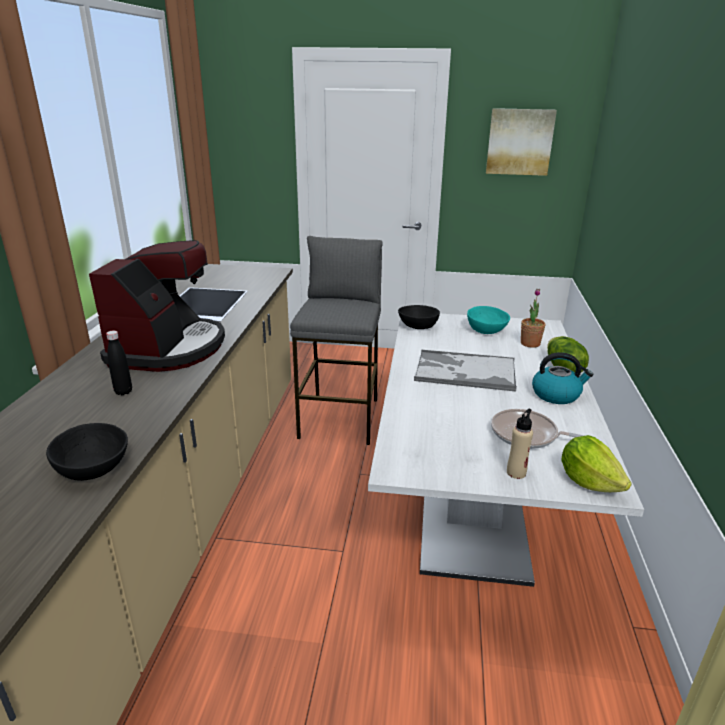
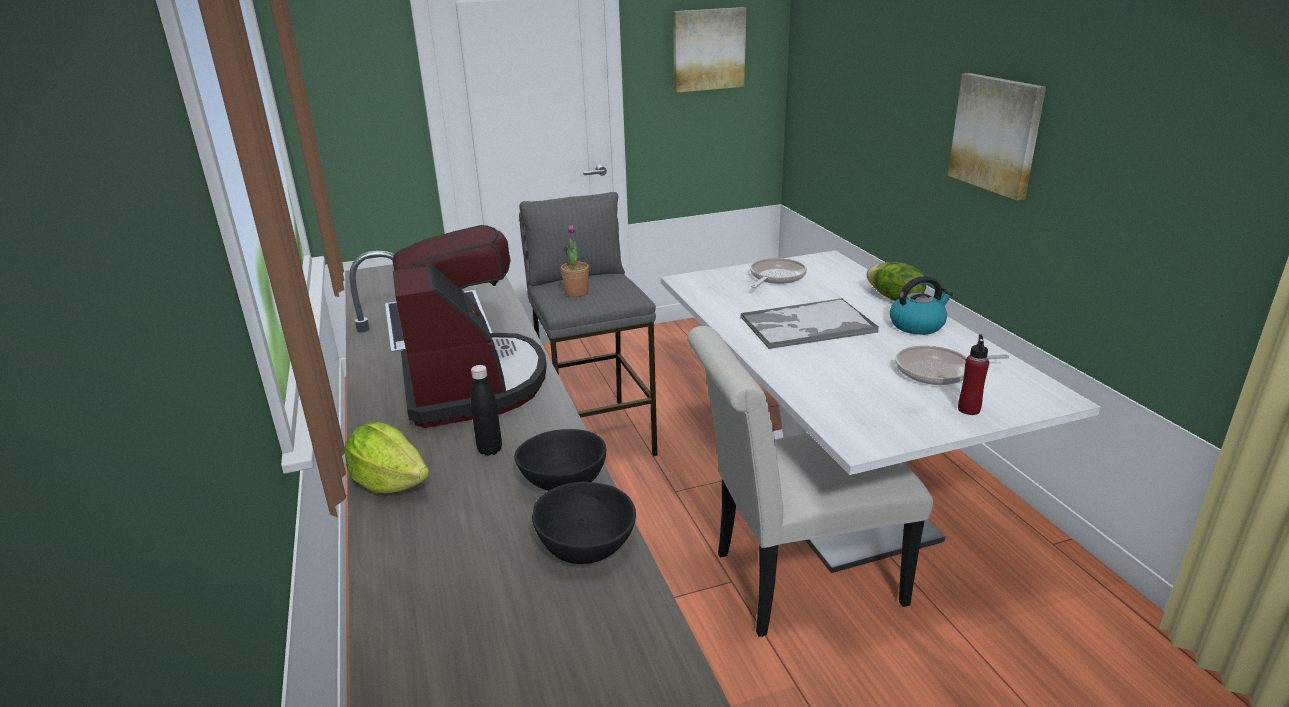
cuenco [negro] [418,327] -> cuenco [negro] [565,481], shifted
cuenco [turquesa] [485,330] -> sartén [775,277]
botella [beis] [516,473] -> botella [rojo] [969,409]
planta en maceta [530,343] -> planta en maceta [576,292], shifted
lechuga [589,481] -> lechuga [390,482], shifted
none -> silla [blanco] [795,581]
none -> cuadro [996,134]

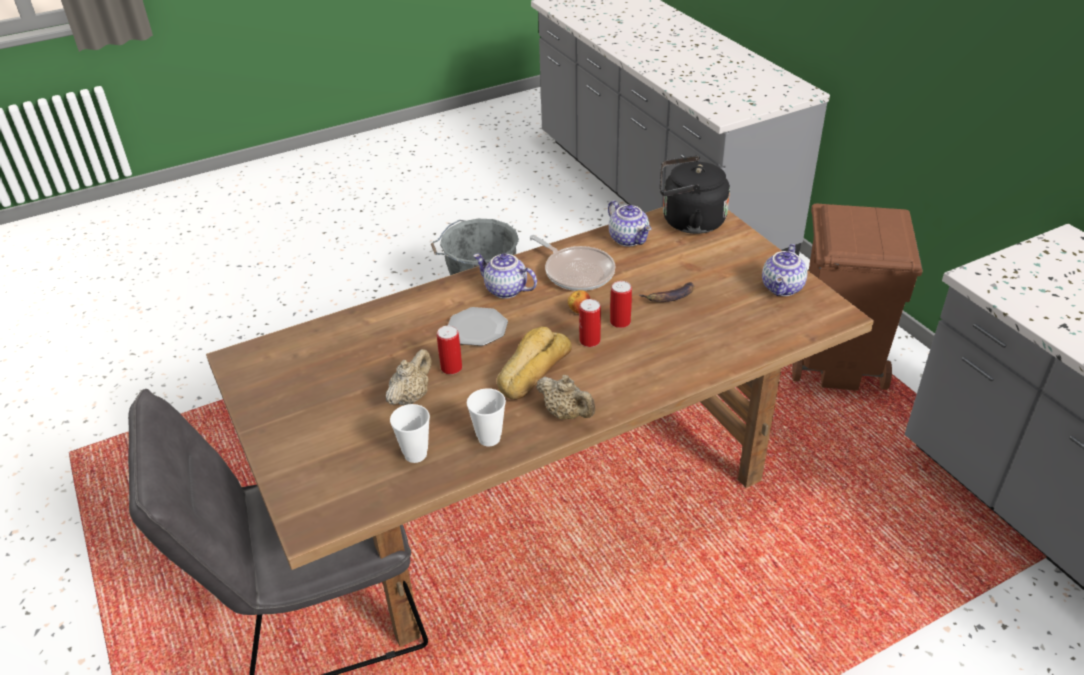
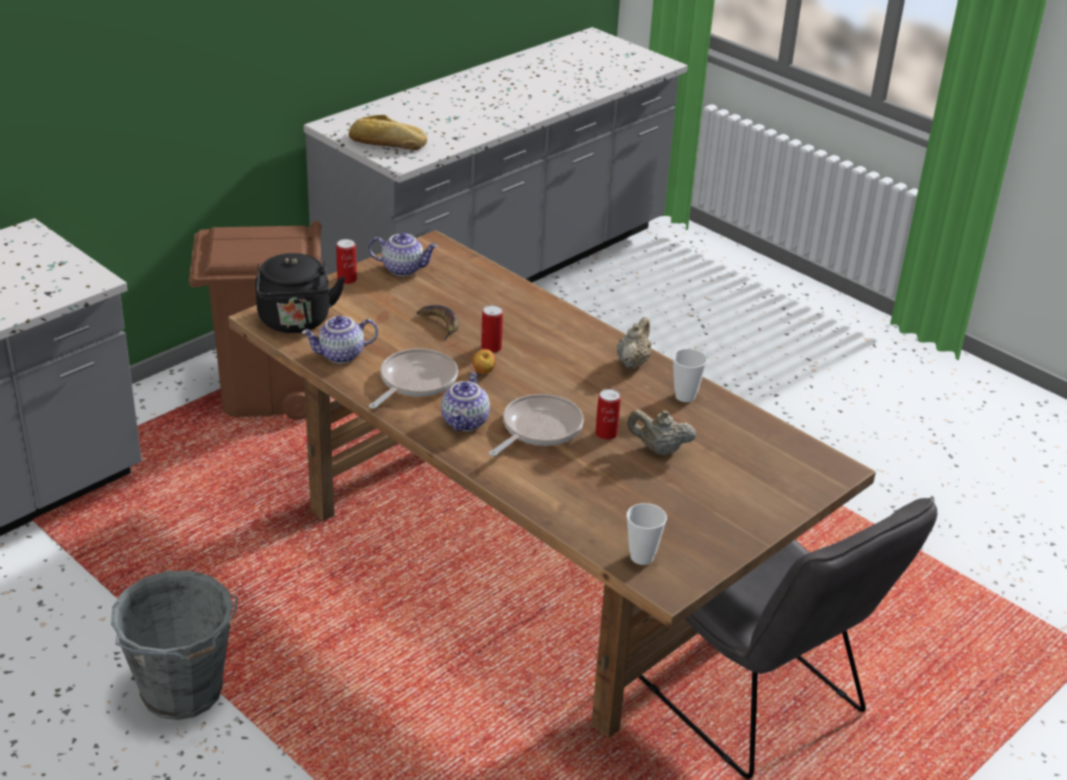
taza [415,454] -> taza [642,557], shifted
plato [477,328] -> sartén [538,429]
pan [532,370] -> pan [387,142], shifted
lata [589,340] -> lata [347,280], shifted
tetera [629,239] -> tetera [341,356], 150 degrees counterclockwise

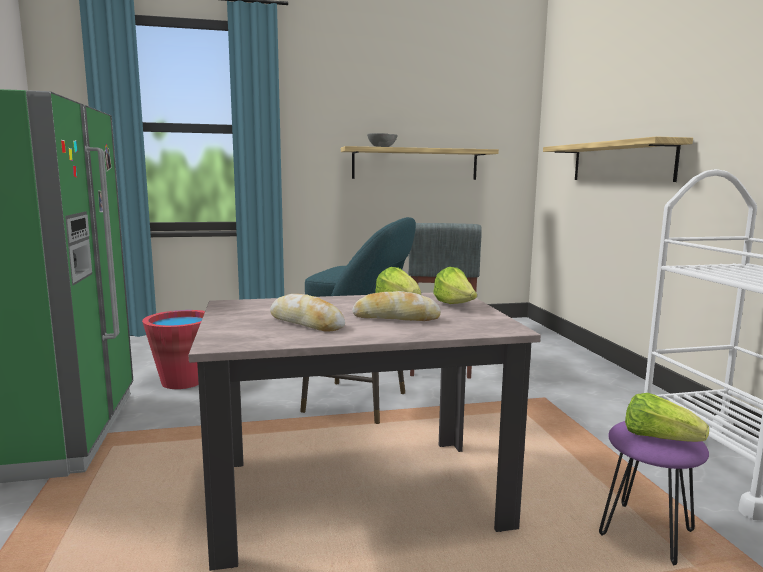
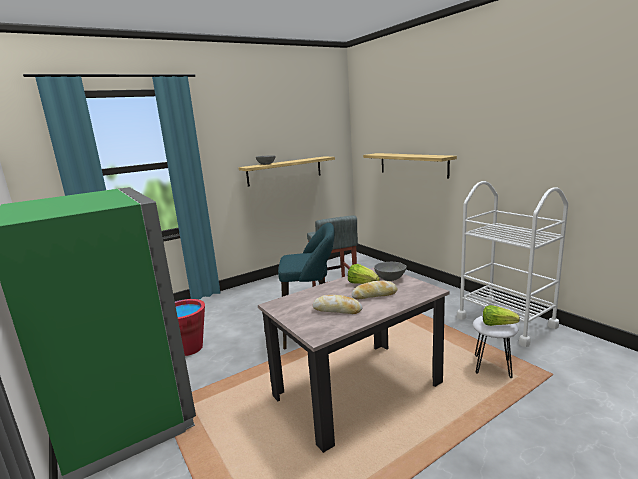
lechuga [455,306] -> cuenco [gris] [390,278]
taburete [morado] [645,535] -> taburete [blanco] [492,368]

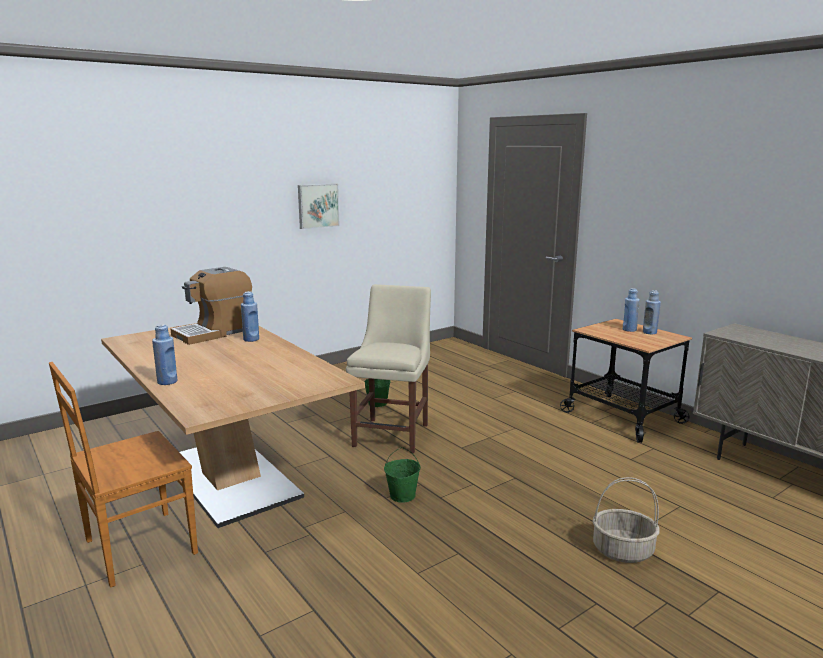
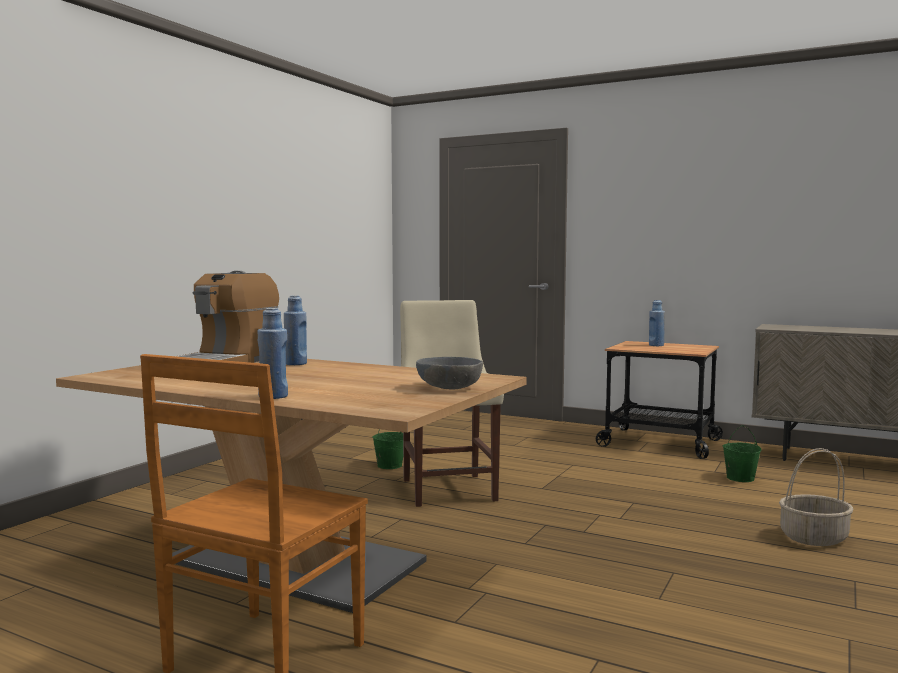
cuadro [317,205] -> none
cubo [verde] [403,495] -> cubo [verde] [740,478], shifted
botella [azul] [649,332] -> none
none -> cuenco [gris] [450,387]

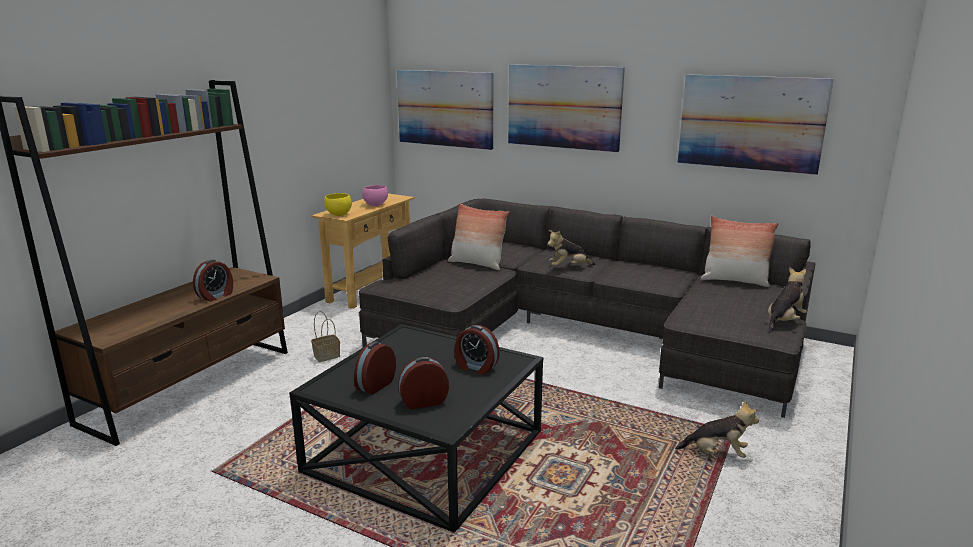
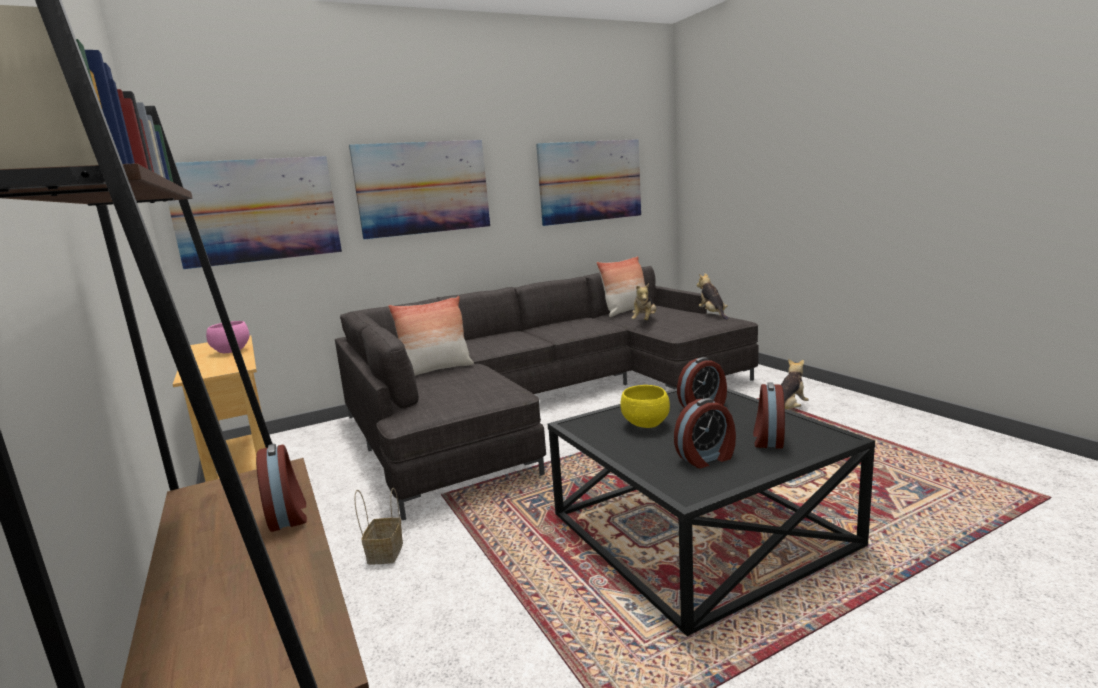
cuenco [amarillo] [339,214] -> cuenco [amarillo] [647,425], shifted
despertador [374,385] -> despertador [706,458], 90 degrees counterclockwise
peluche [569,267] -> peluche [645,321], shifted

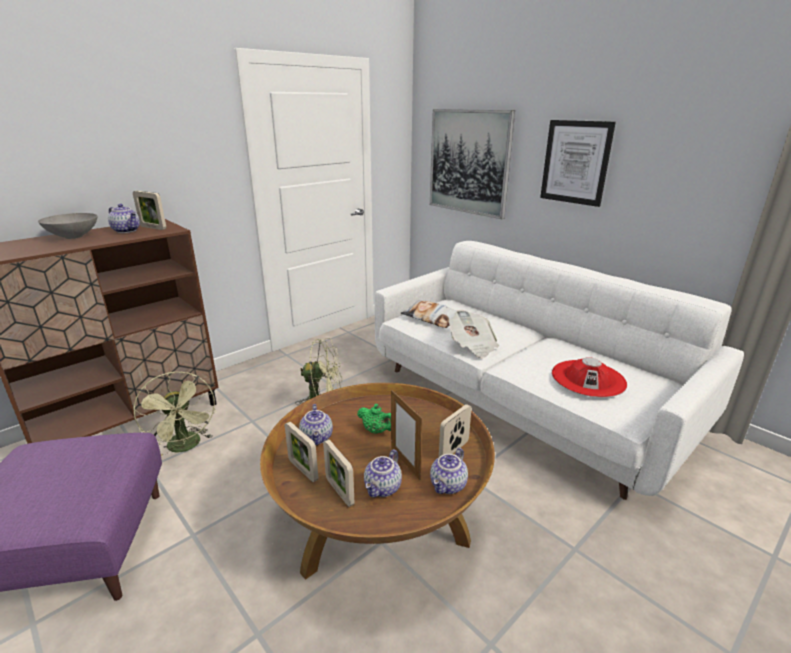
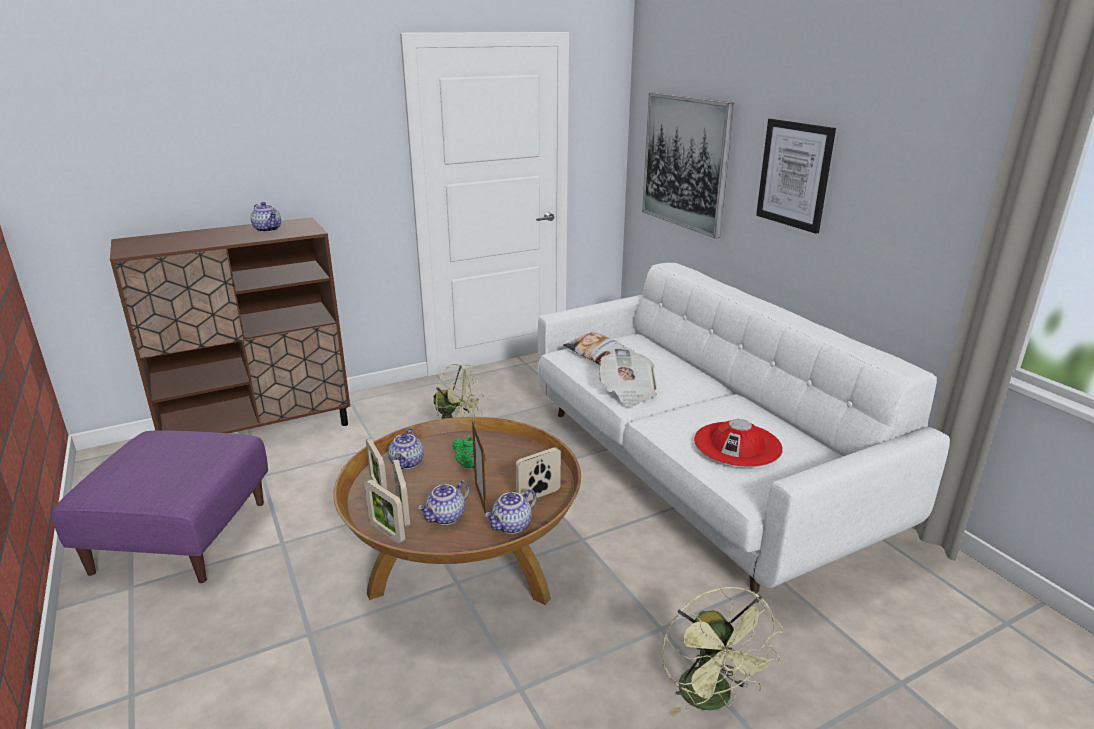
cuenco [gris] [73,237] -> none
portarretratos [153,228] -> portarretratos [387,532], shifted
ventilador [verde] [186,446] -> ventilador [verde] [712,699], shifted

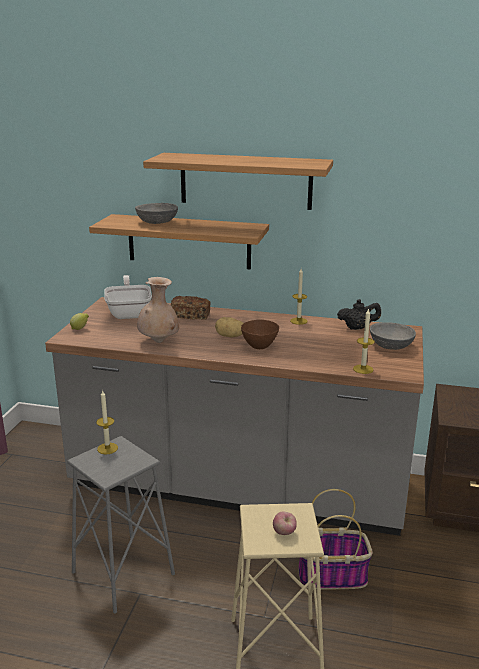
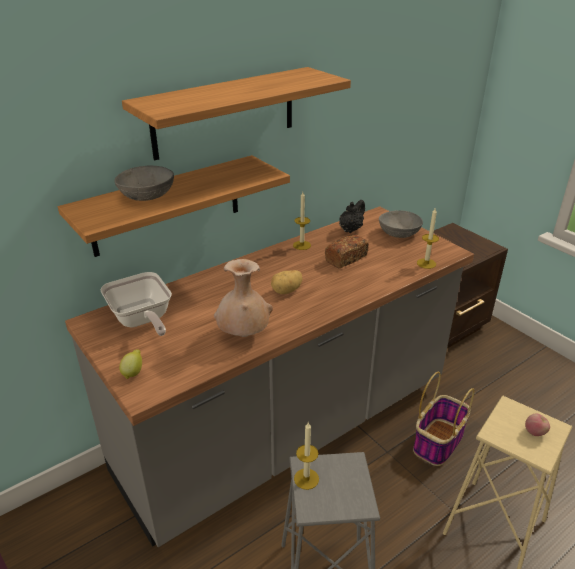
sartén [129,312] -> sartén [142,320], 150 degrees counterclockwise
pan [191,315] -> pan [346,258], shifted
cuenco [marrón] [259,347] -> none

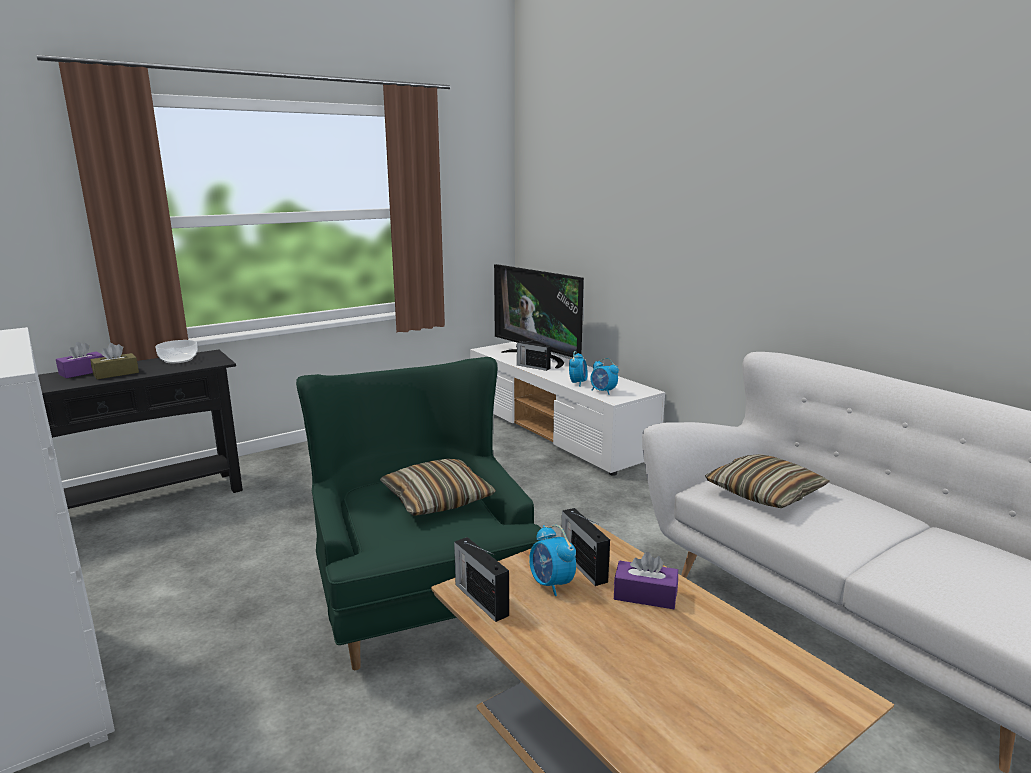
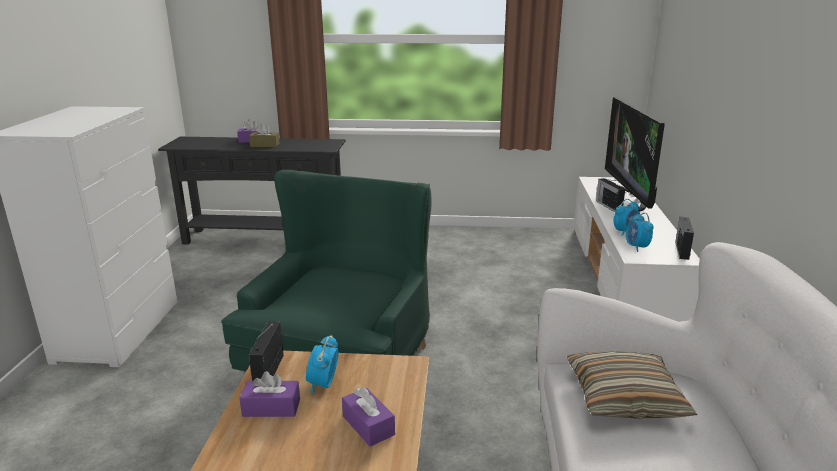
cuenco [179,359] -> none
cojín [437,499] -> none
radio [583,565] -> radio [682,250], shifted
none -> caja de pañuelos [morado] [271,407]

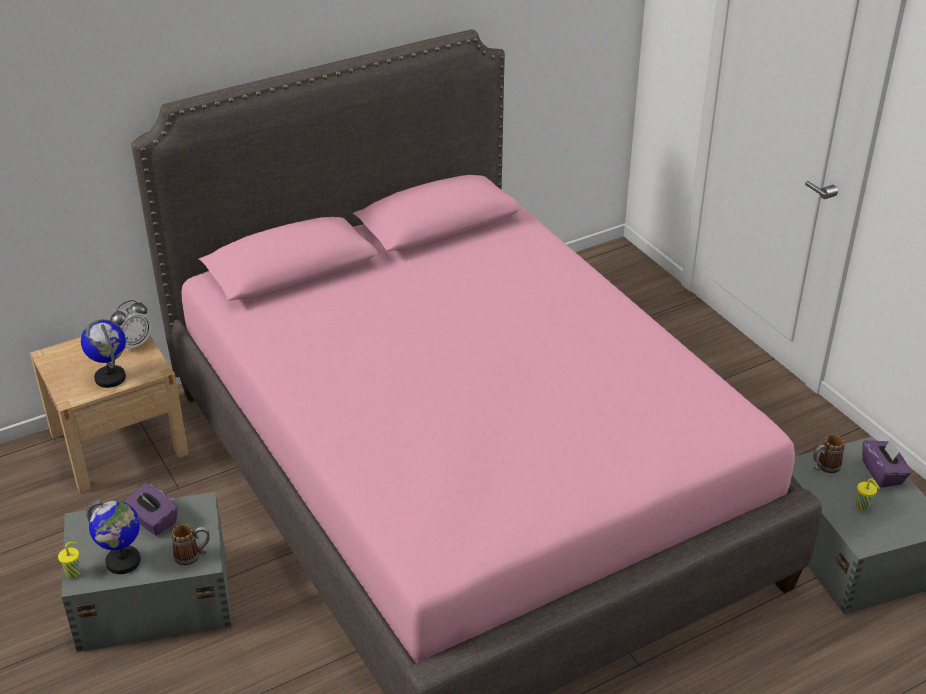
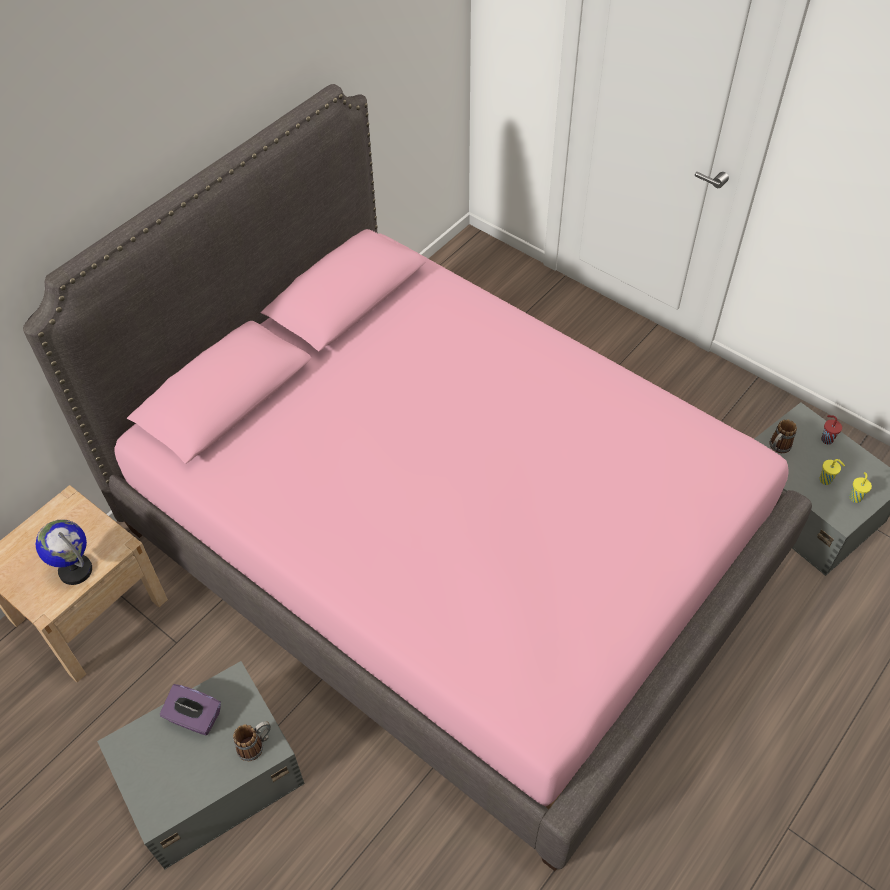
taza [amarillo] [74,572] -> taza [amarillo] [855,497], shifted
globo terráqueo [123,562] -> none
despertador [134,344] -> none
caja de pañuelos [morado] [882,473] -> taza [rojo] [826,439]

